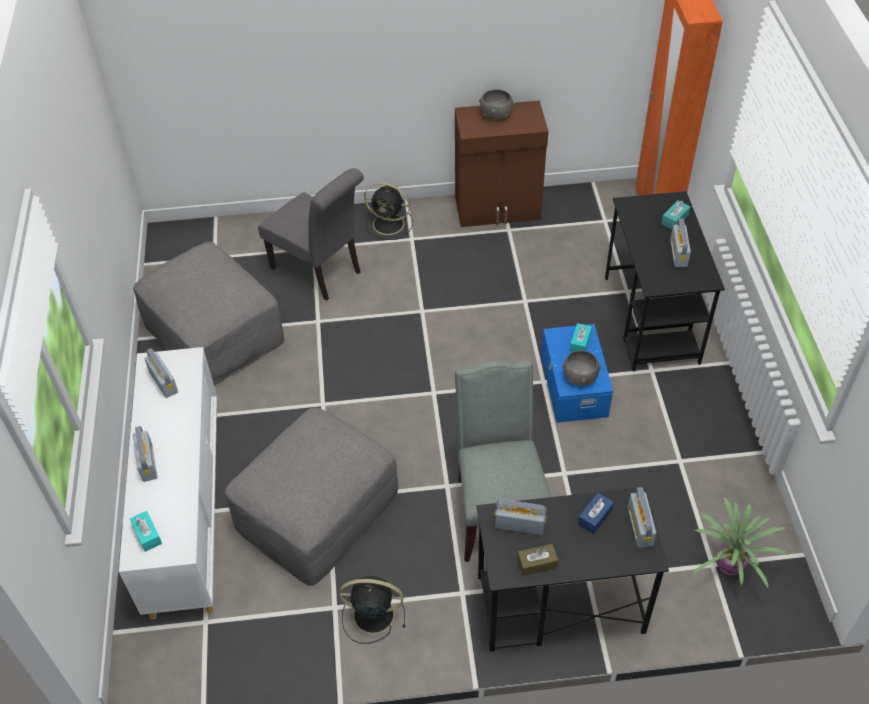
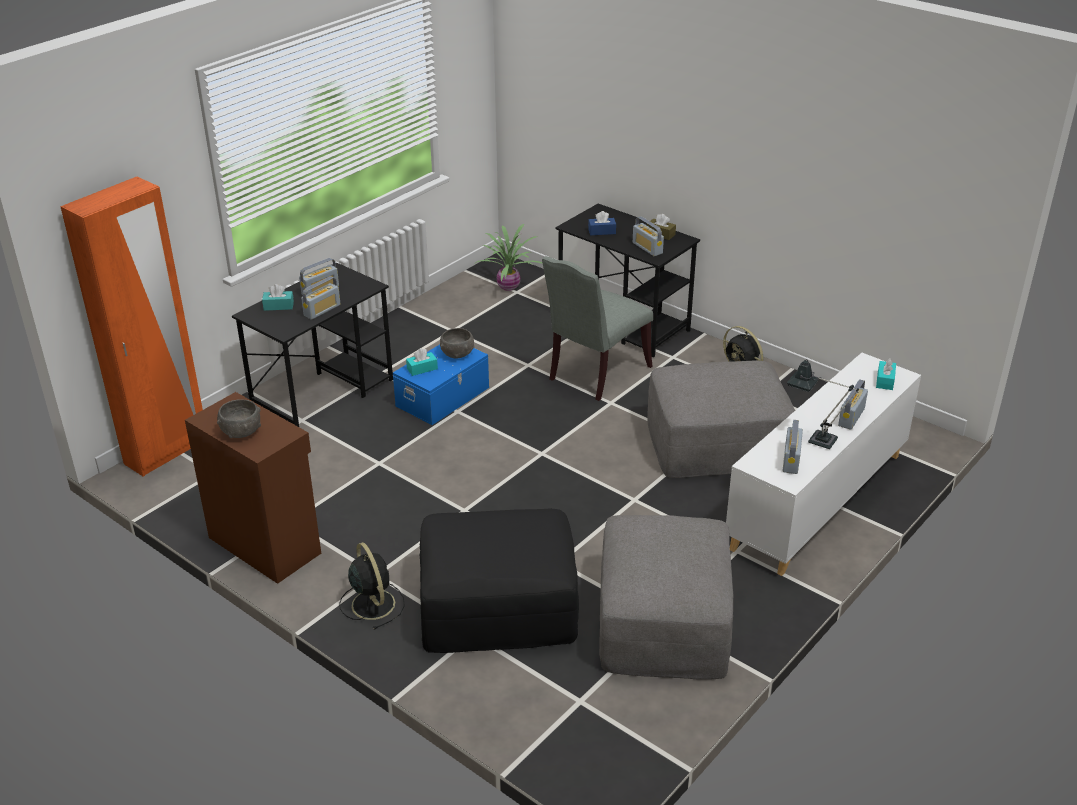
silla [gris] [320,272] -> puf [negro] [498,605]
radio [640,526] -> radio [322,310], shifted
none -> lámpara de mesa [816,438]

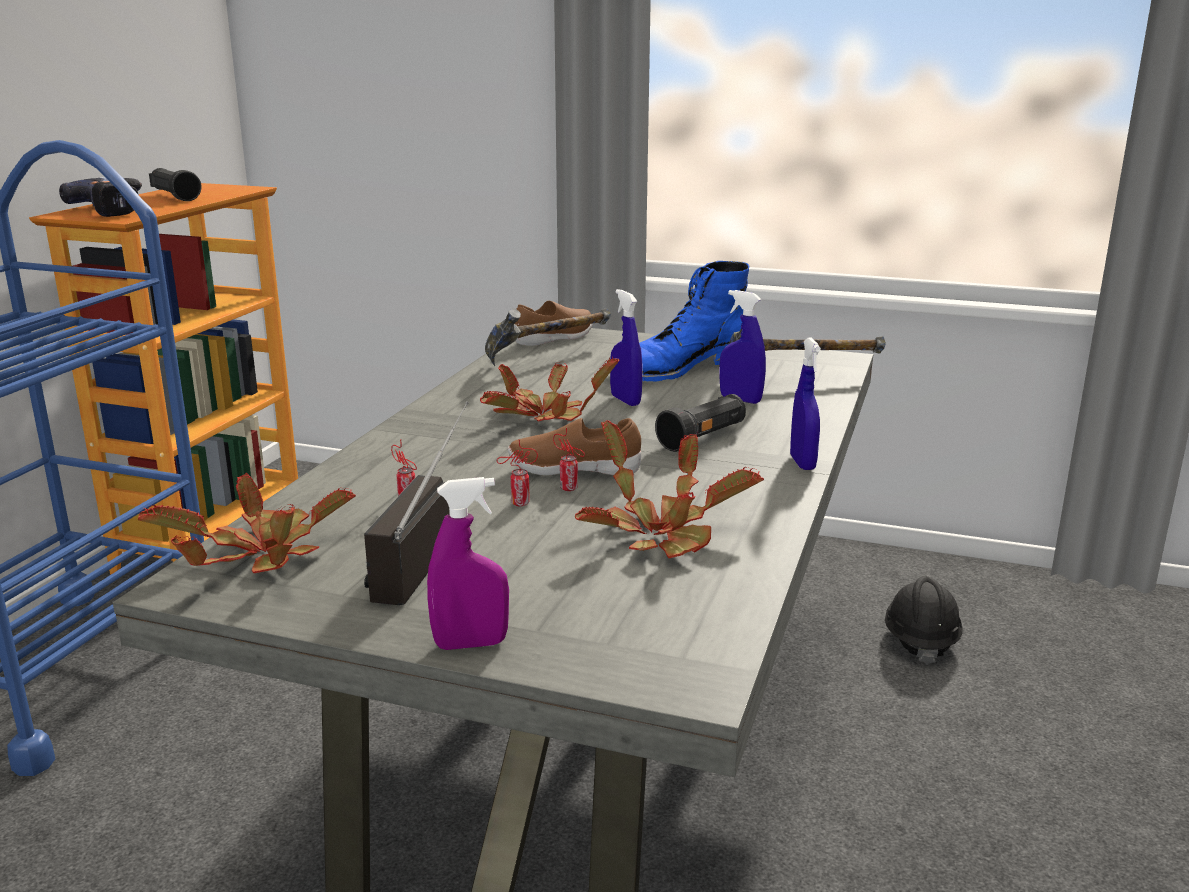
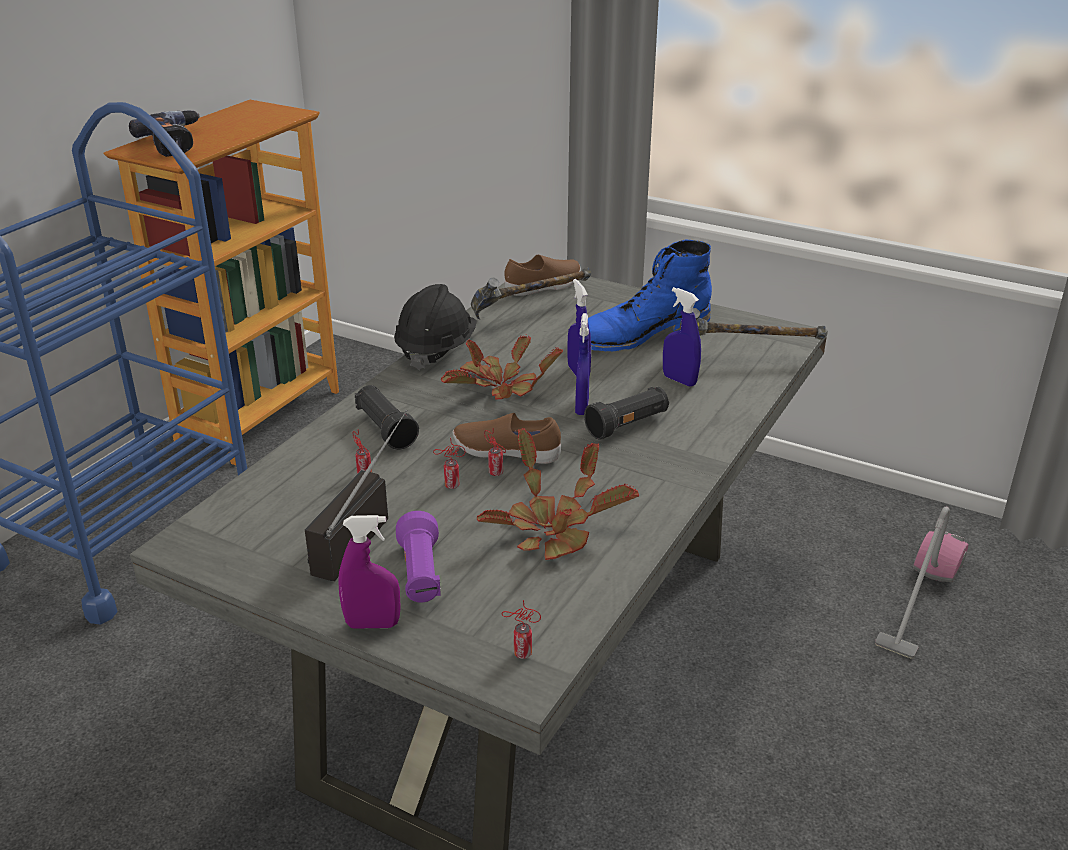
planta en maceta [260,556] -> none
linterna [negro] [175,197] -> linterna [negro] [385,429], shifted
pulverizador [azul] [802,463] -> pulverizador [azul] [582,407], shifted
casco [negro] [920,640] -> casco [negro] [436,349], shifted
none -> linterna [morado] [420,575]
none -> lata [520,653]
none -> aspiradora [921,599]

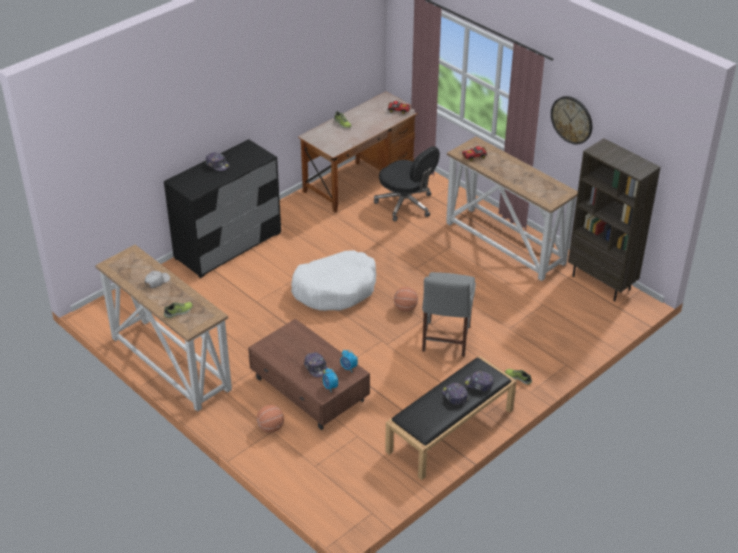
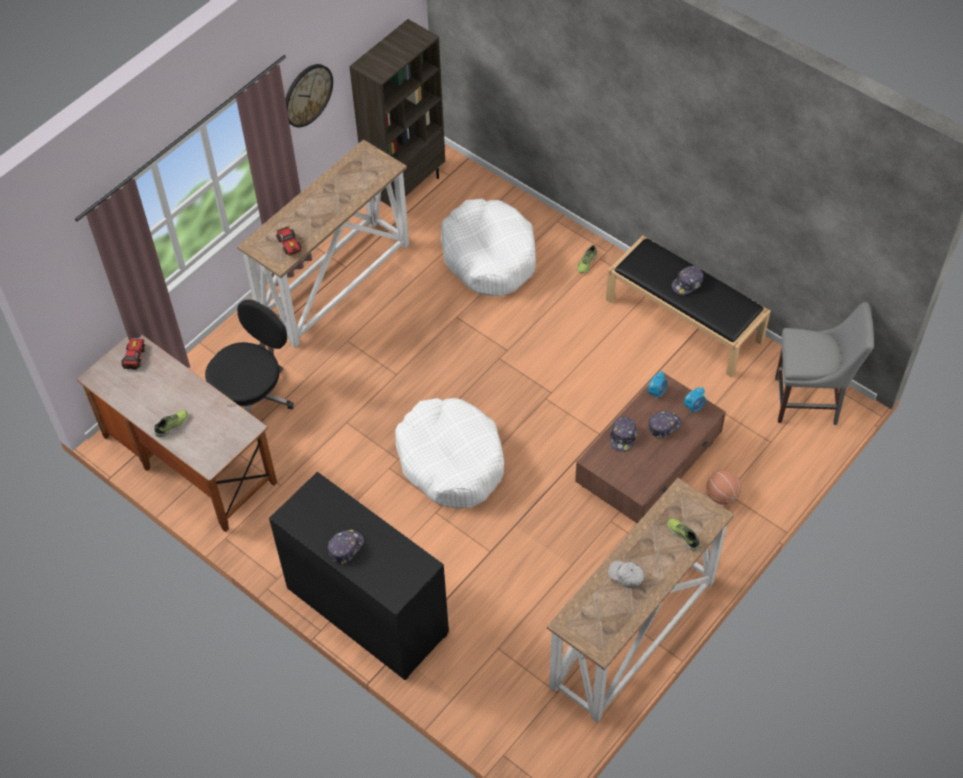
balón de baloncesto [405,308] -> none
silla [gris] [445,340] -> silla [gris] [810,401], shifted
gorra [478,384] -> gorra [623,437], shifted
none -> cama para perro [blanco] [489,256]

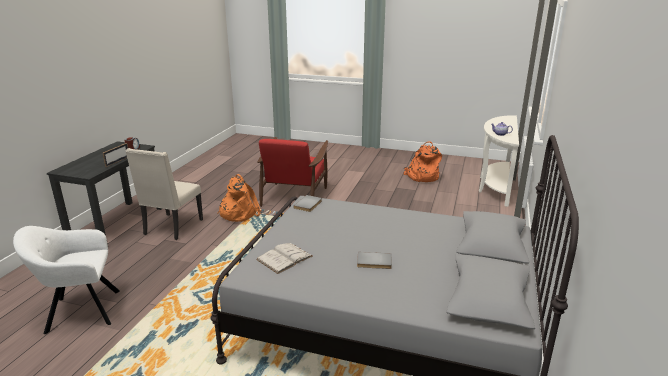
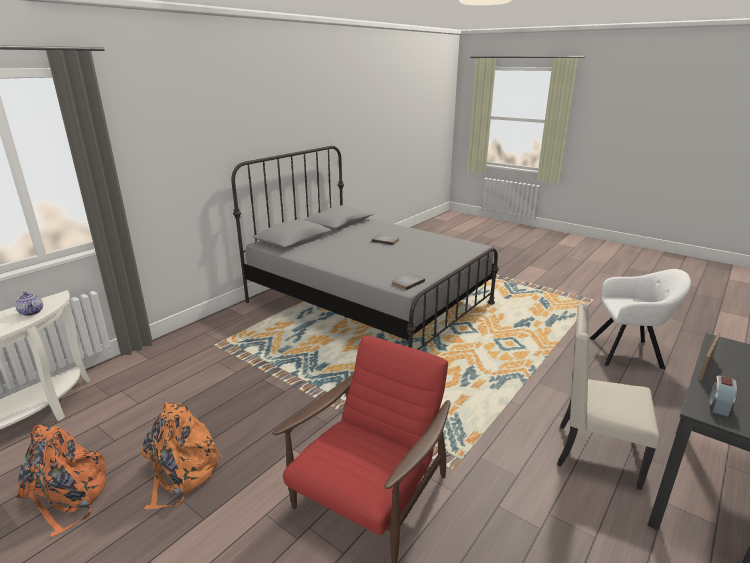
silla [beis] [172,227] -> silla [beis] [594,454], 105 degrees counterclockwise
mochila [naranja] [238,213] -> mochila [naranja] [182,473], shifted
libro [blanco] [284,258] -> none

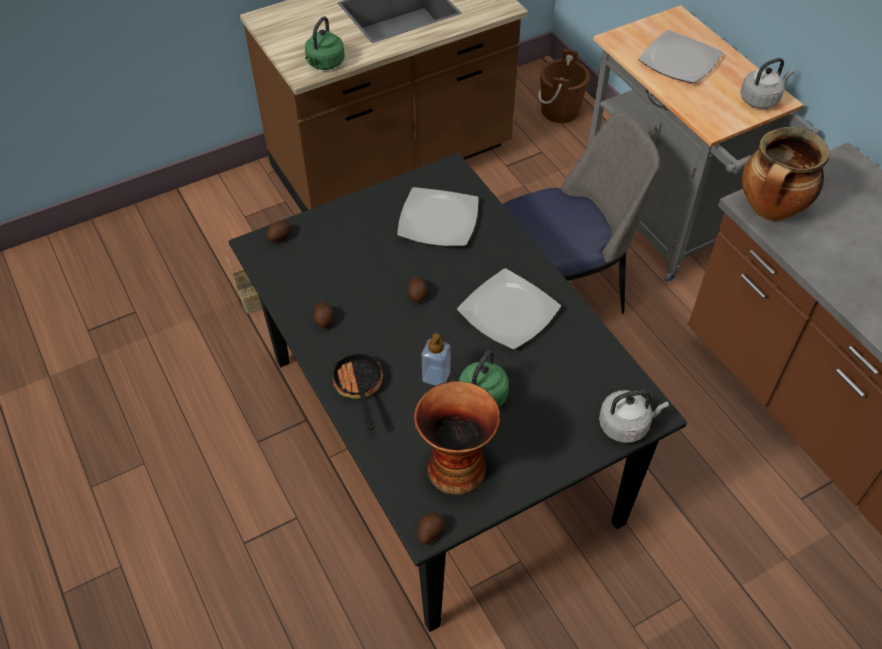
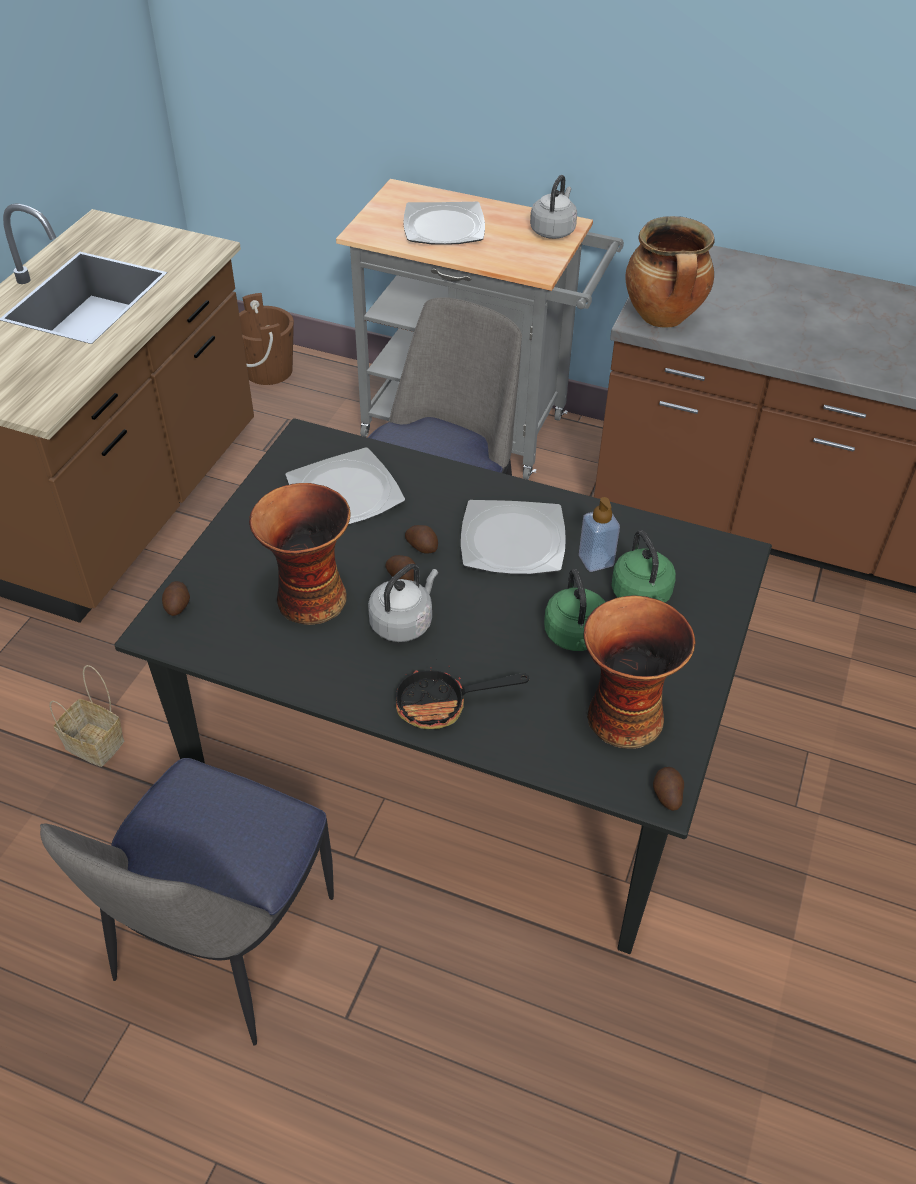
hervidor [verde] [324,64] -> hervidor [verde] [642,596], shifted
patata [324,319] -> patata [422,546], shifted
sartén [359,387] -> sartén [442,705], 45 degrees counterclockwise
dispensador de jabón [436,376] -> dispensador de jabón [596,560], shifted
hervidor [gris] [626,425] -> hervidor [gris] [403,622], shifted
none -> silla [223,945]
none -> florero [308,599]

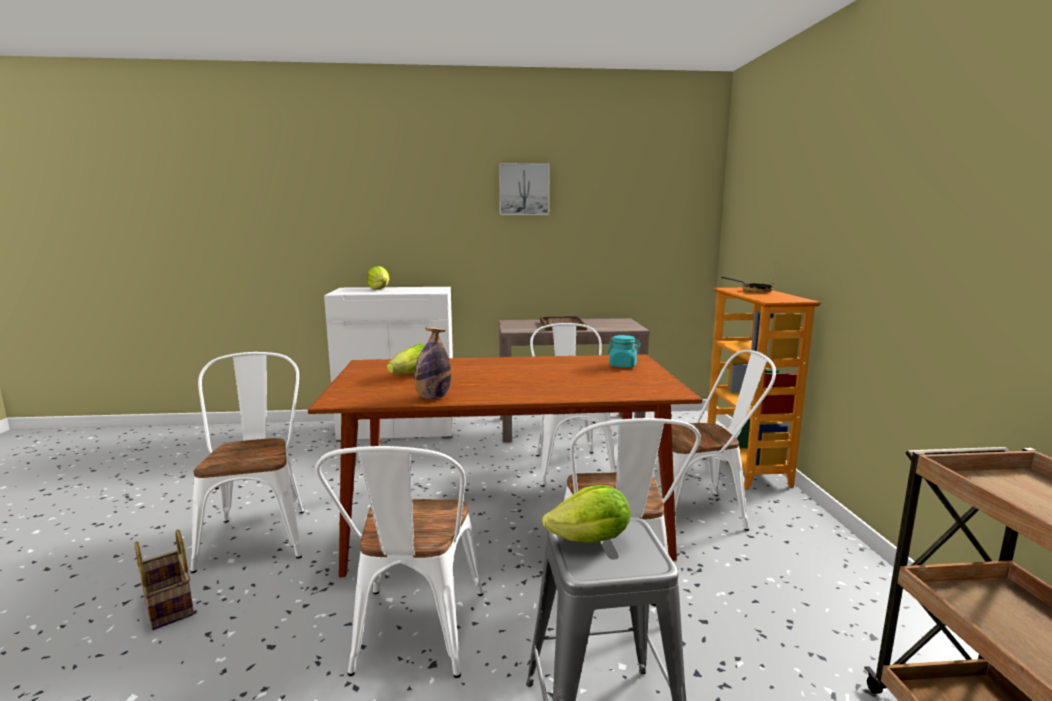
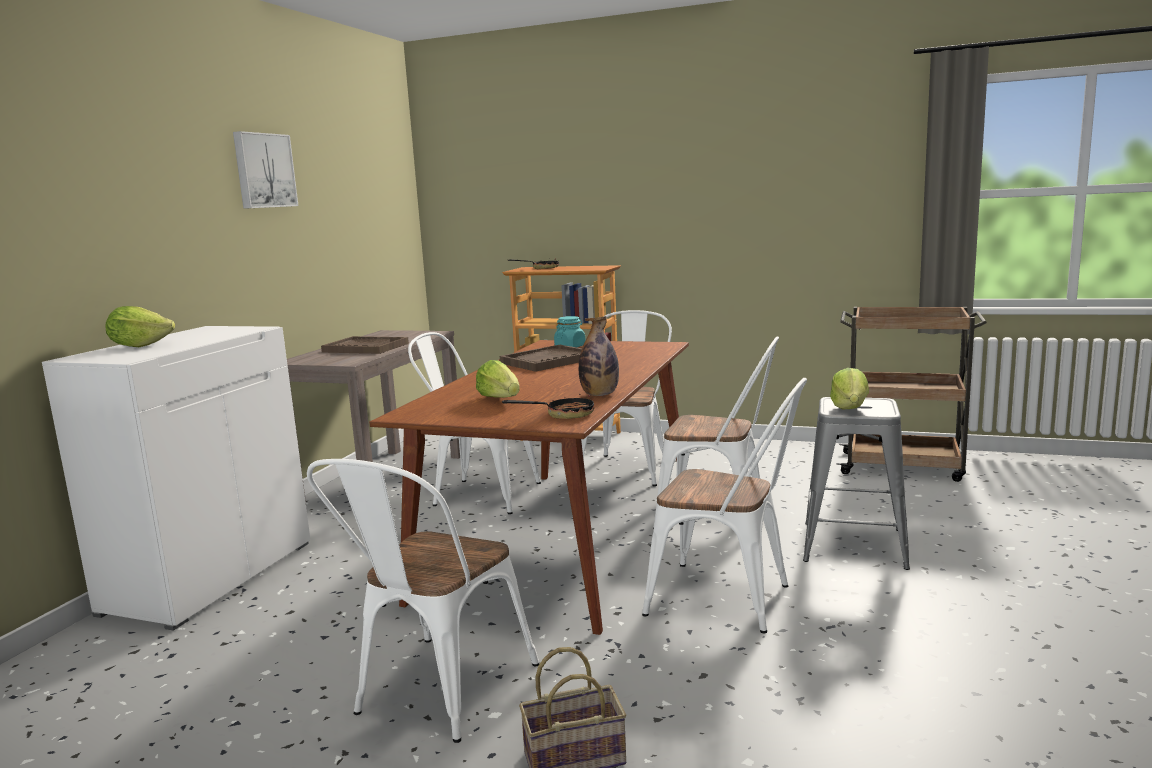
silla [blanco] [258,533] -> silla [blanco] [436,695], 75 degrees counterclockwise
none -> bandeja [marrón] [548,361]
none -> sartén [562,415]

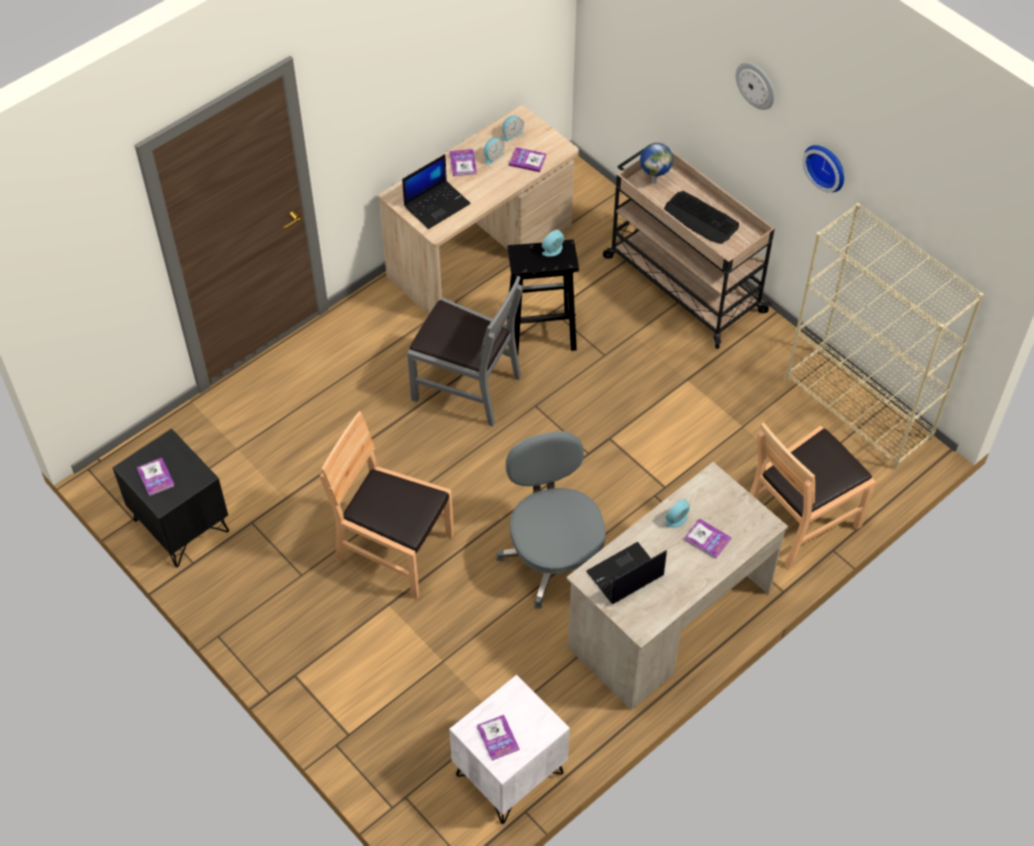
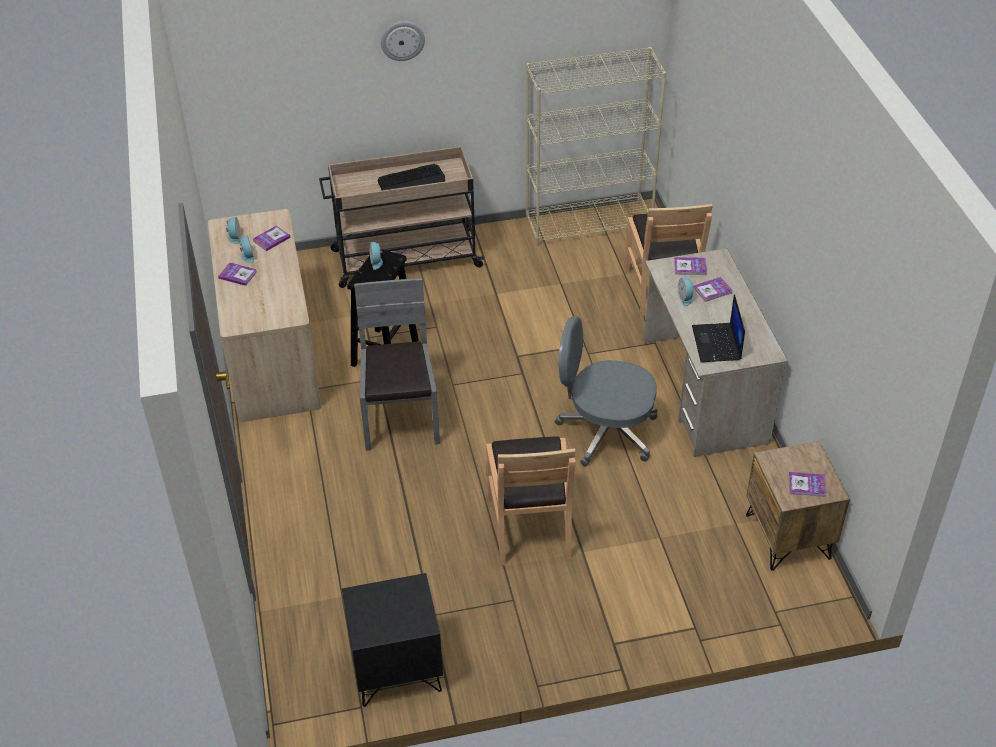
libro [156,477] -> libro [690,267], shifted
silla [marrón] [394,549] -> silla [marrón] [530,526], 60 degrees counterclockwise
portátil [437,204] -> none
silla [gris] [466,386] -> silla [gris] [400,417], 60 degrees counterclockwise
mesita de noche [blanco] [510,774] -> mesita de noche [marrón] [788,537]
globo terráqueo [654,181] -> none
reloj de pared [827,166] -> none

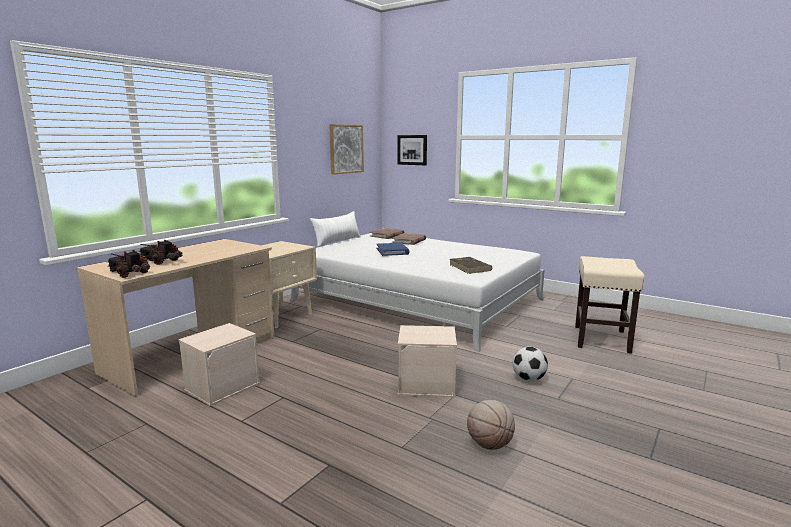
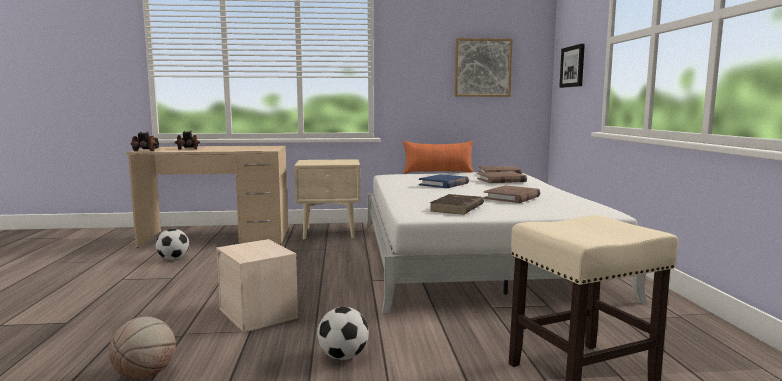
caja de almacenaje [beis] [223,386] -> balón de fútbol [173,259]
cojín [blanco] [337,241] -> cojín [naranja] [438,172]
none -> libro [marrón] [512,197]

